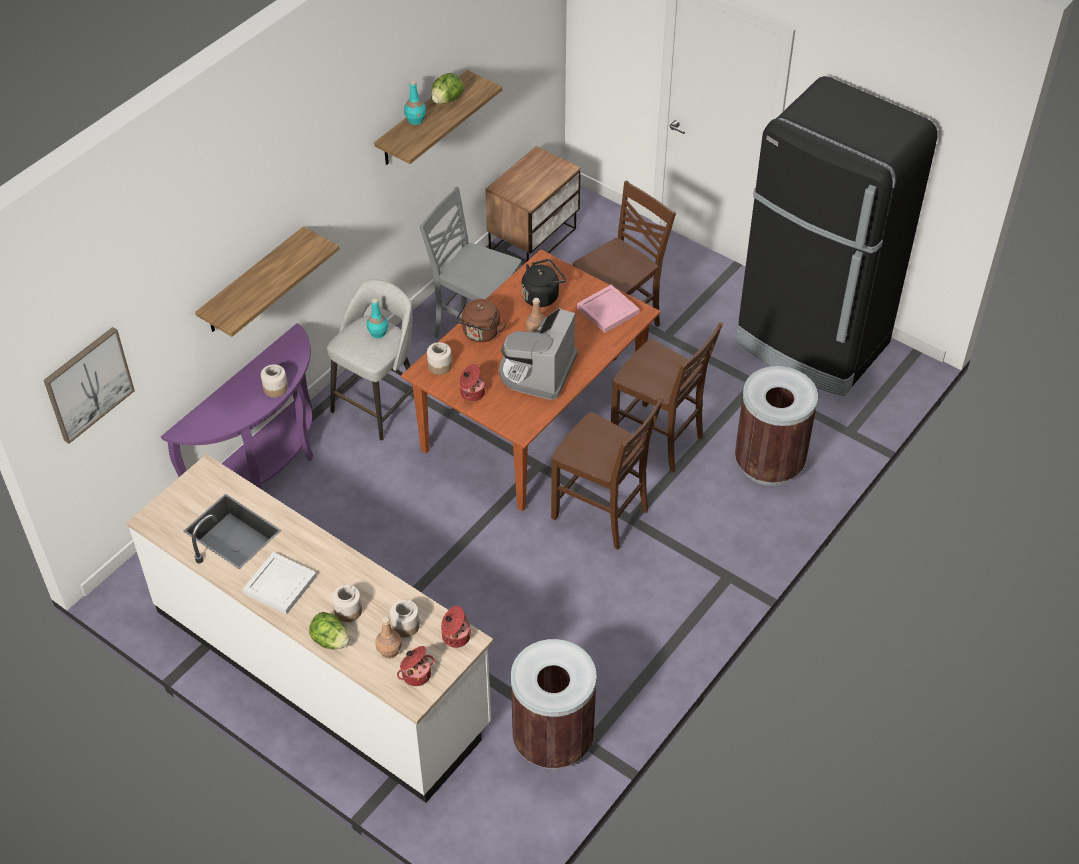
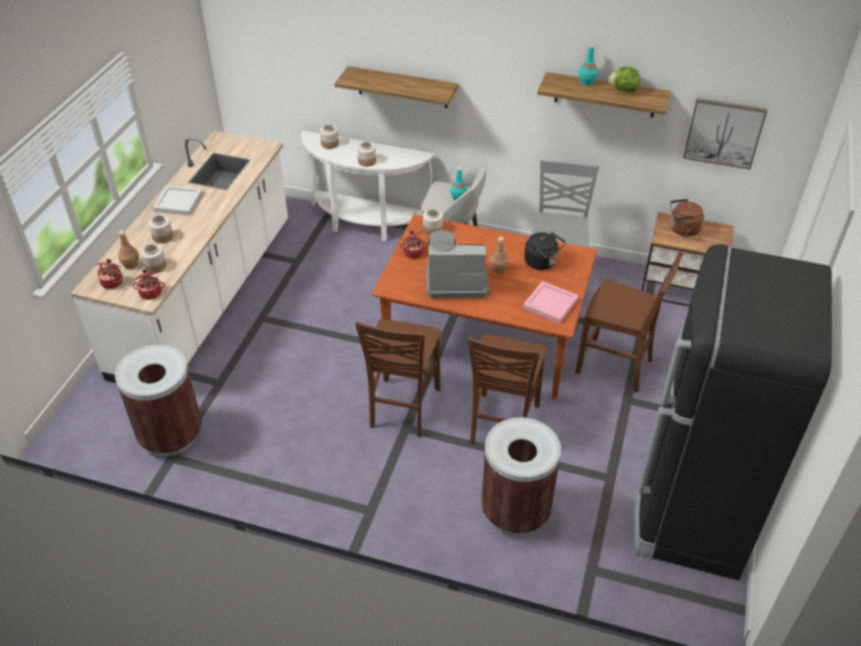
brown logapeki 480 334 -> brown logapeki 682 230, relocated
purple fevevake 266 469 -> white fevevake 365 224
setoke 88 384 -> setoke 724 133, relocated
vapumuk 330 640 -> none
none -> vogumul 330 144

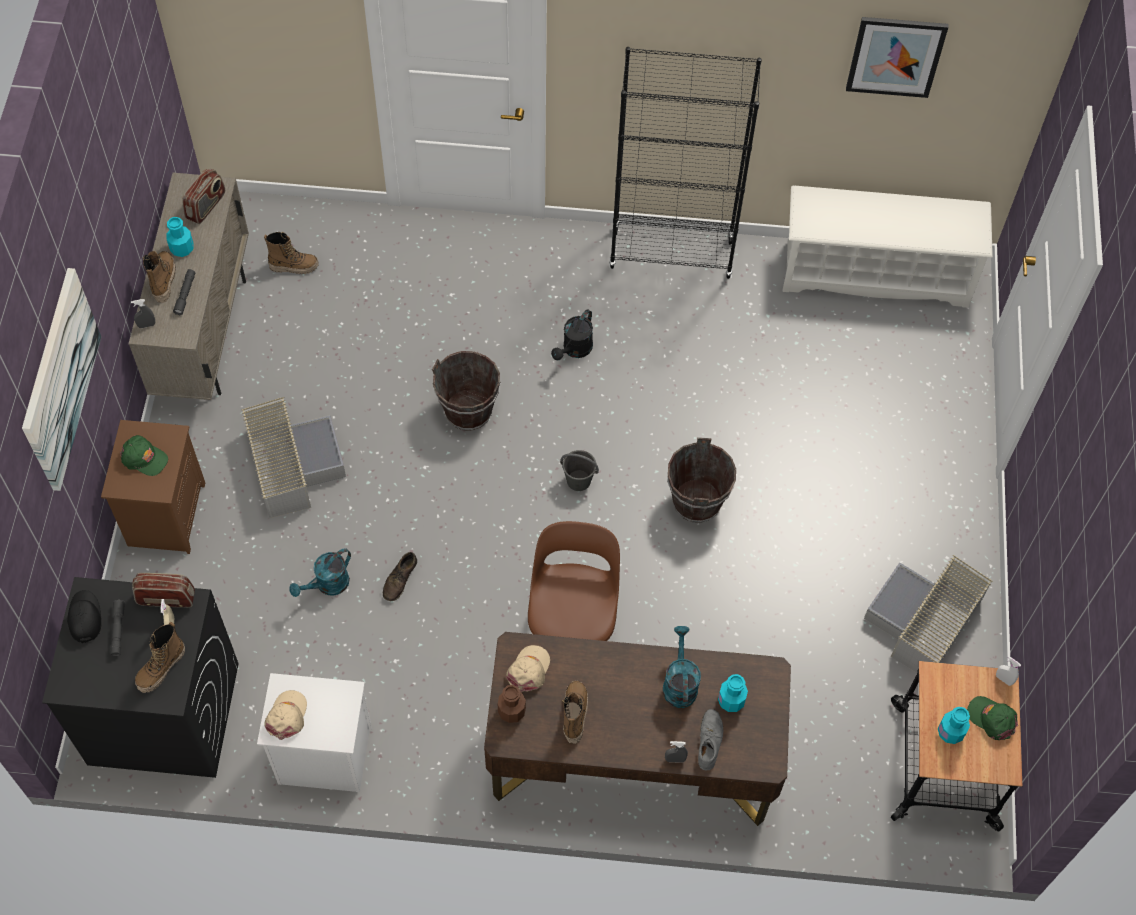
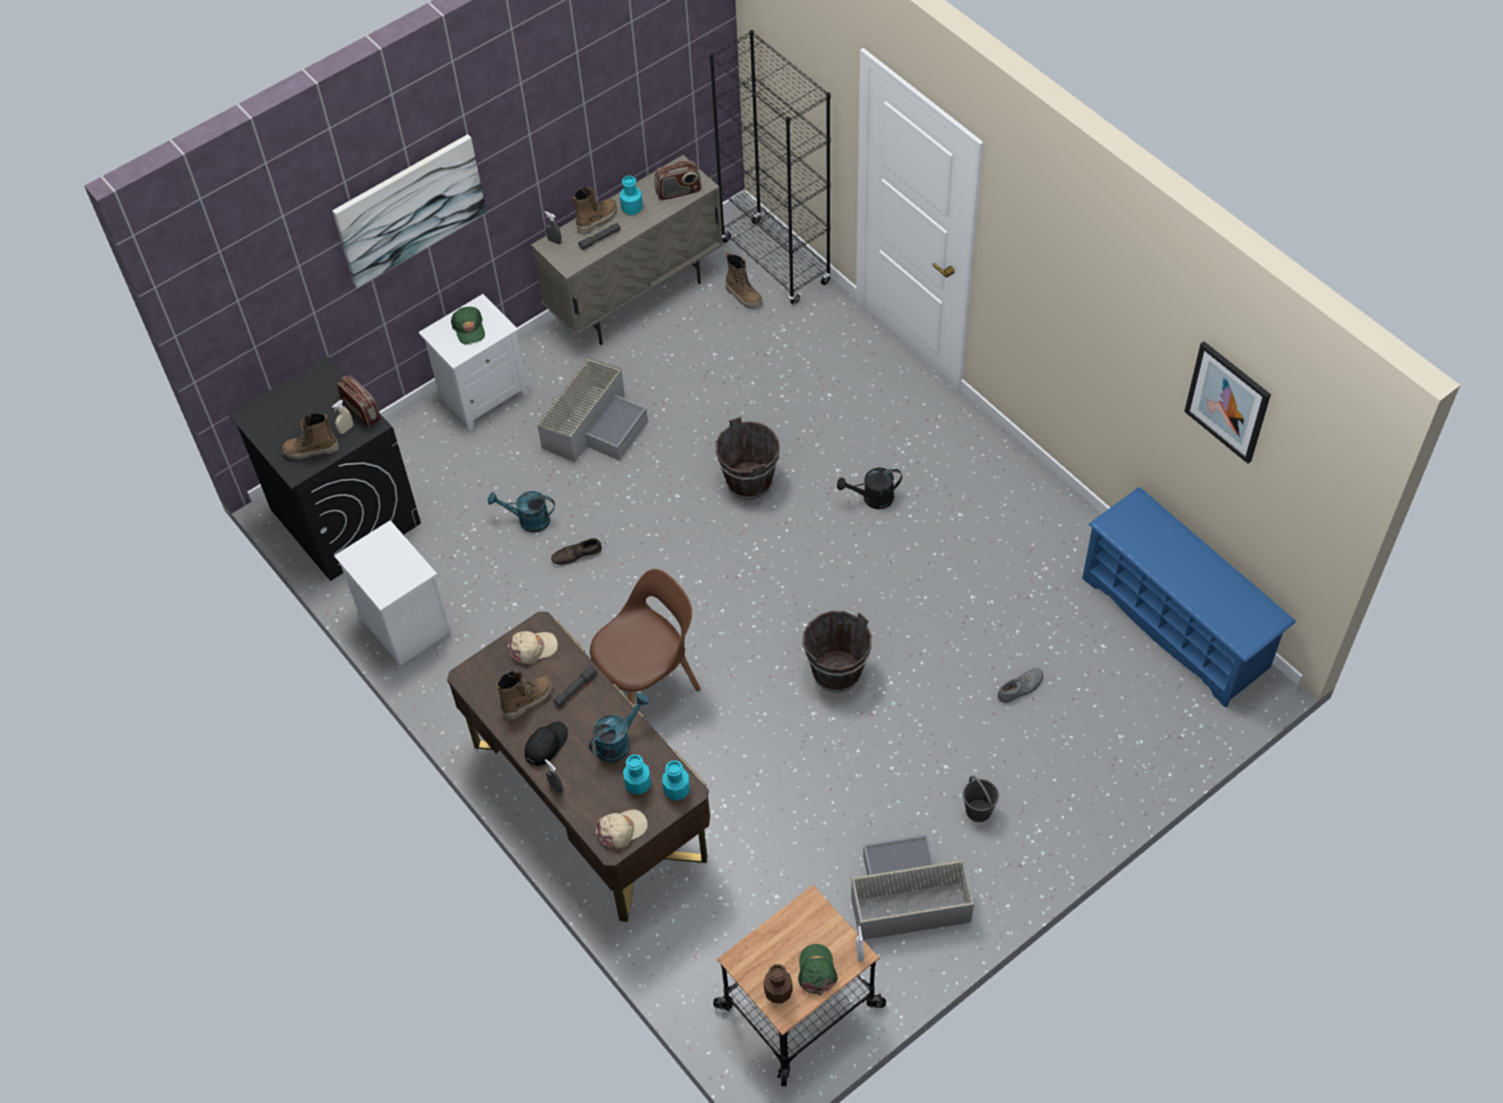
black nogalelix 671 254 -> black nogalelix 775 262, relocated
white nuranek 876 273 -> blue nuranek 1176 623
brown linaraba 165 513 -> white linaraba 483 394
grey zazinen 578 480 -> grey zazinen 978 810, relocated
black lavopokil 85 618 -> black lavopokil 546 745, relocated
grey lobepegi 118 630 -> grey lobepegi 575 689, relocated
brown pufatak 511 711 -> brown pufatak 778 991, relocated
beige lavopokil 287 716 -> beige lavopokil 622 830, relocated
turquoise pufatak 950 732 -> turquoise pufatak 677 790, relocated
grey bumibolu 709 741 -> grey bumibolu 1020 688, relocated

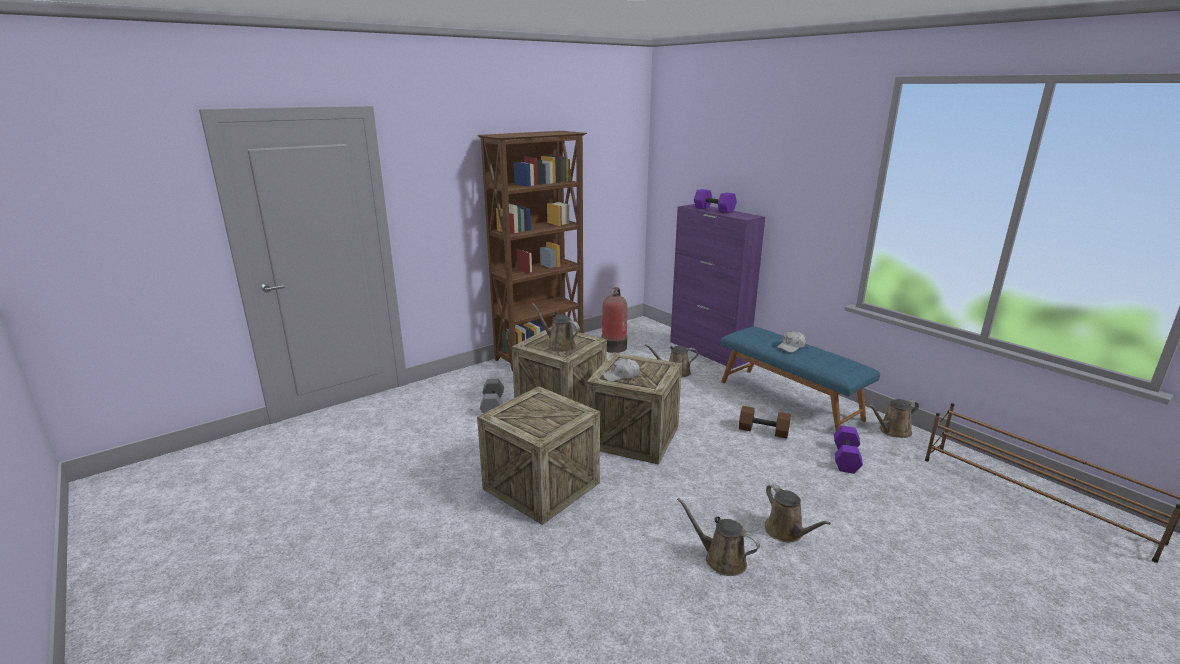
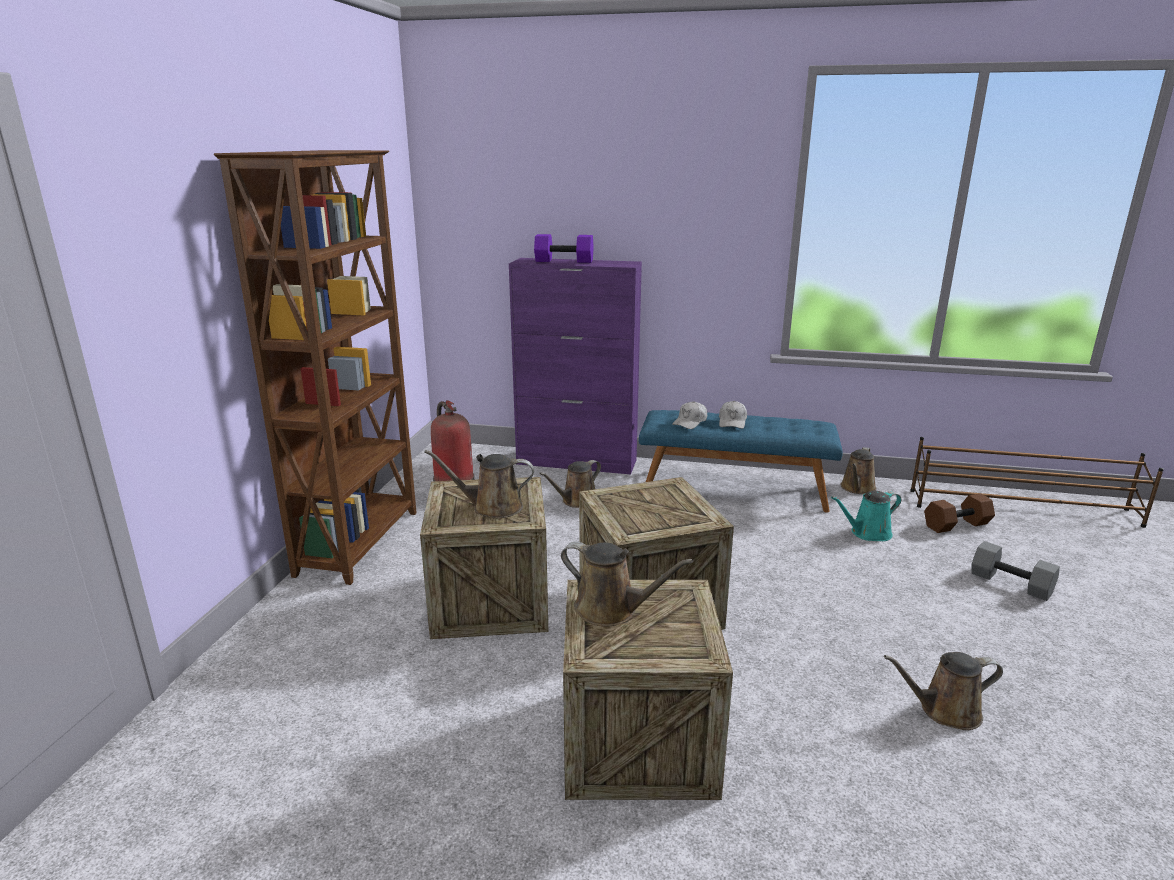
white lavopokil 621 376 -> white lavopokil 690 422, relocated
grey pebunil 493 406 -> grey pebunil 1012 583, relocated
brown pebunil 764 430 -> brown pebunil 956 524, relocated
purple pebunil 846 459 -> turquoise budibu 867 533
brown budibu 786 532 -> brown budibu 611 610, relocated

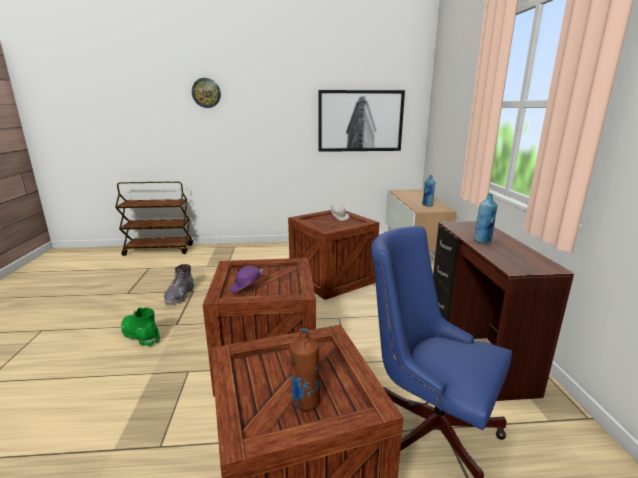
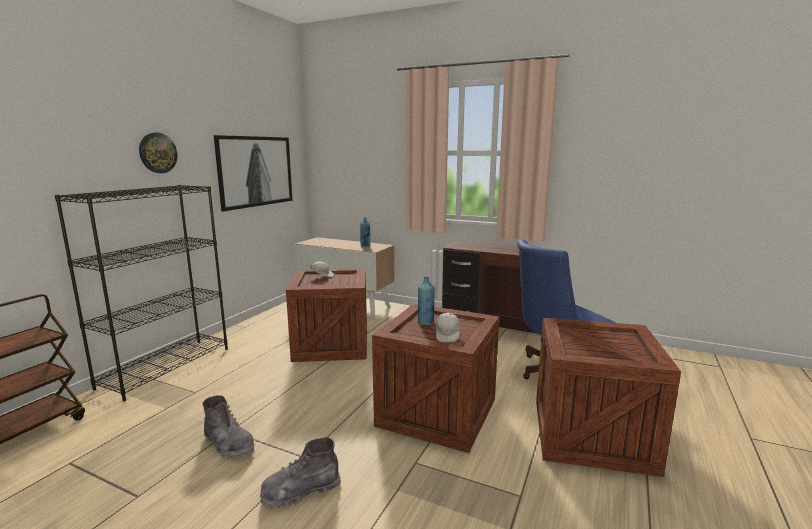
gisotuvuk 206 93 -> gisotuvuk 157 153, relocated
blue pufatak 482 241 -> blue pufatak 425 323, relocated
purple lavopokil 246 288 -> white lavopokil 447 335
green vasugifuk 141 336 -> grey vasugifuk 301 491
brown pufatak 305 401 -> none
none -> black nogalelix 166 367

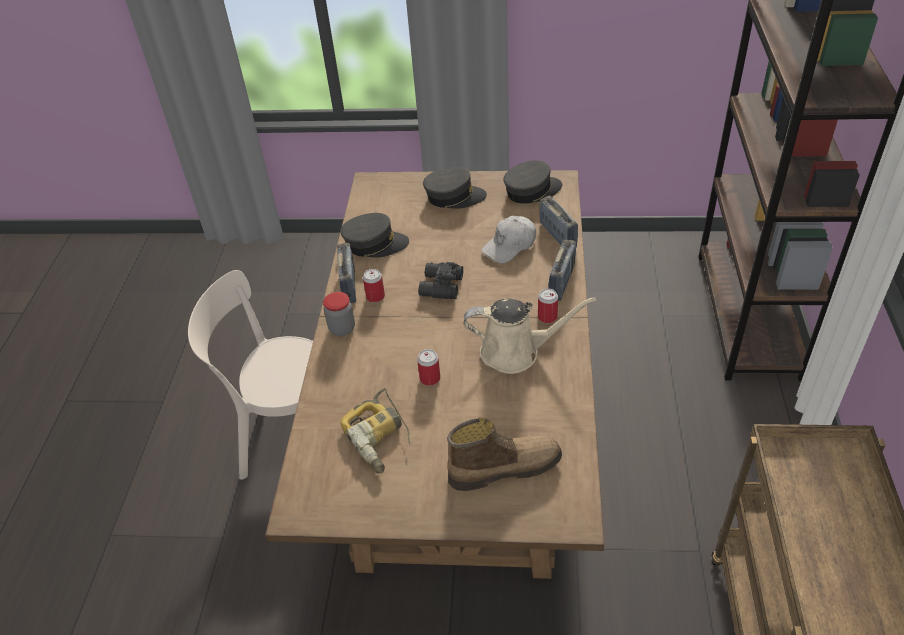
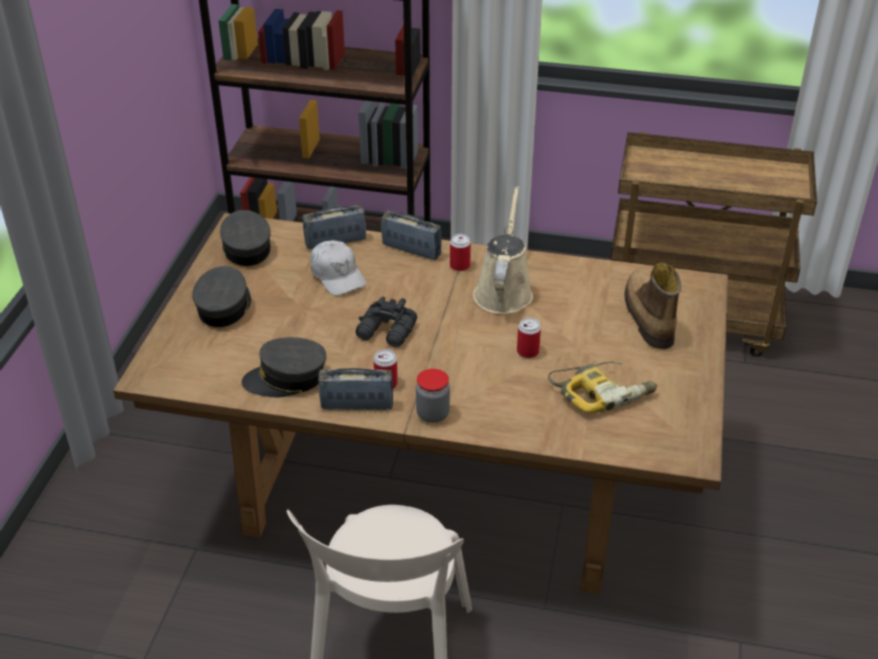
grey lavopokil 375 244 -> grey lavopokil 286 379, 105 degrees counterclockwise

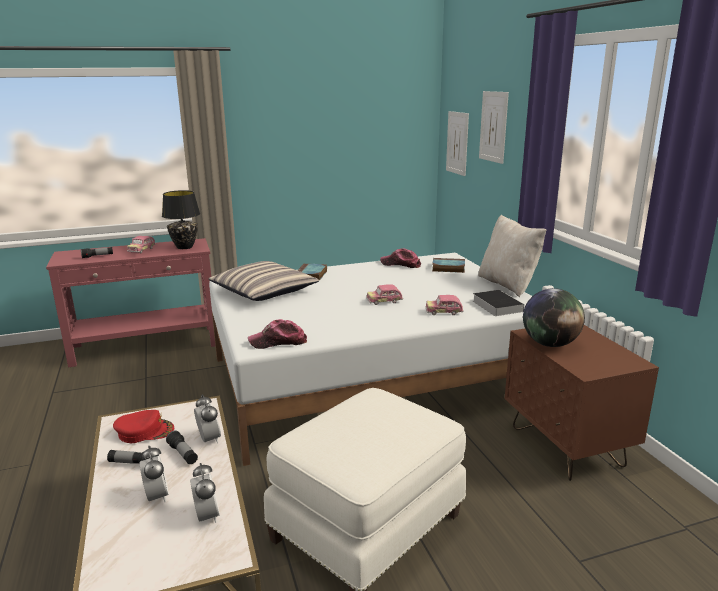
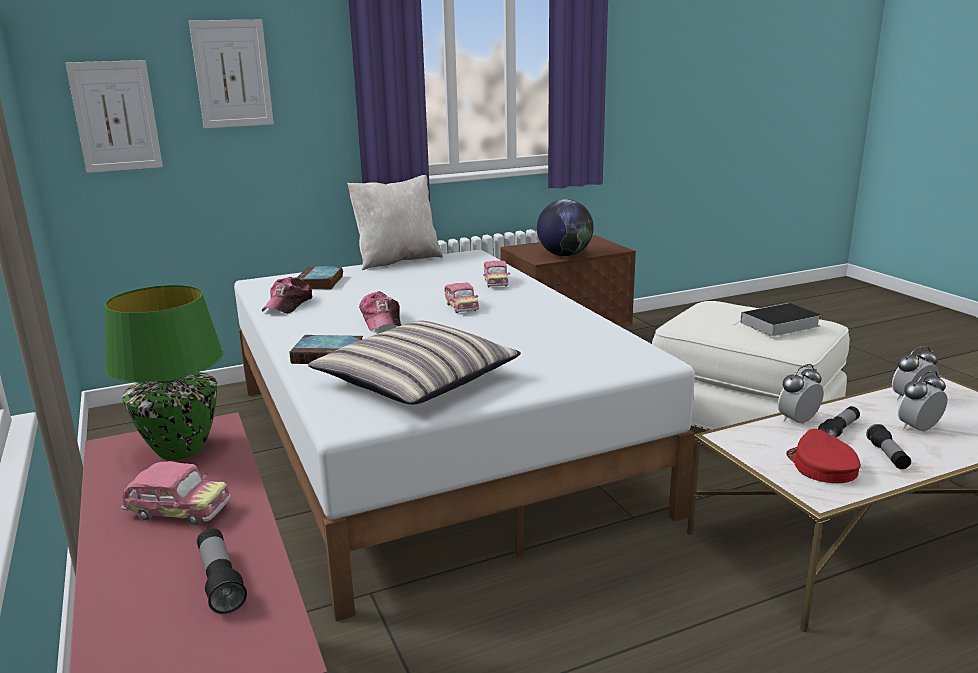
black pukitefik 185 247 -> green pukitefik 180 449
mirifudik 496 305 -> mirifudik 778 325, relocated
lavopokil 278 342 -> lavopokil 382 321, relocated

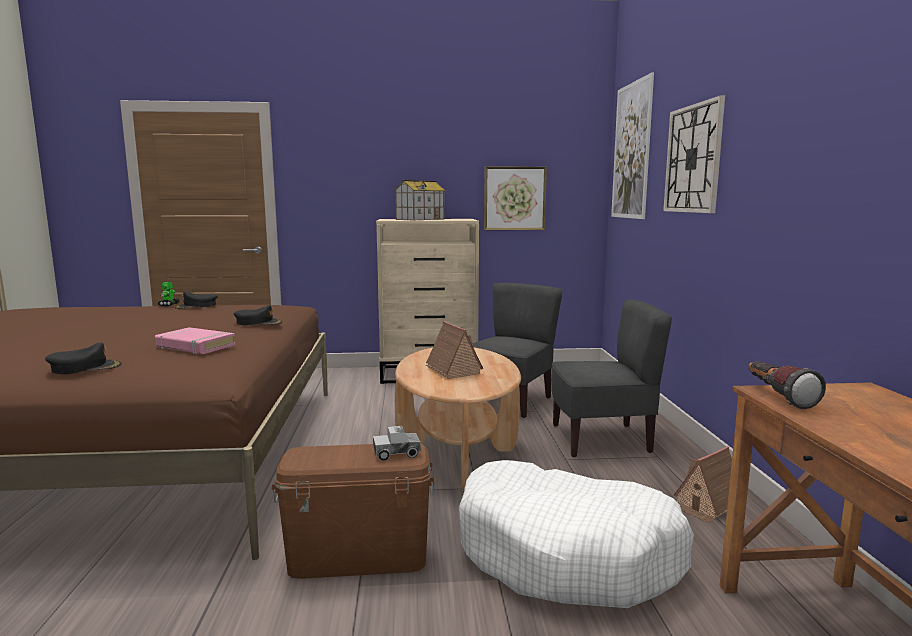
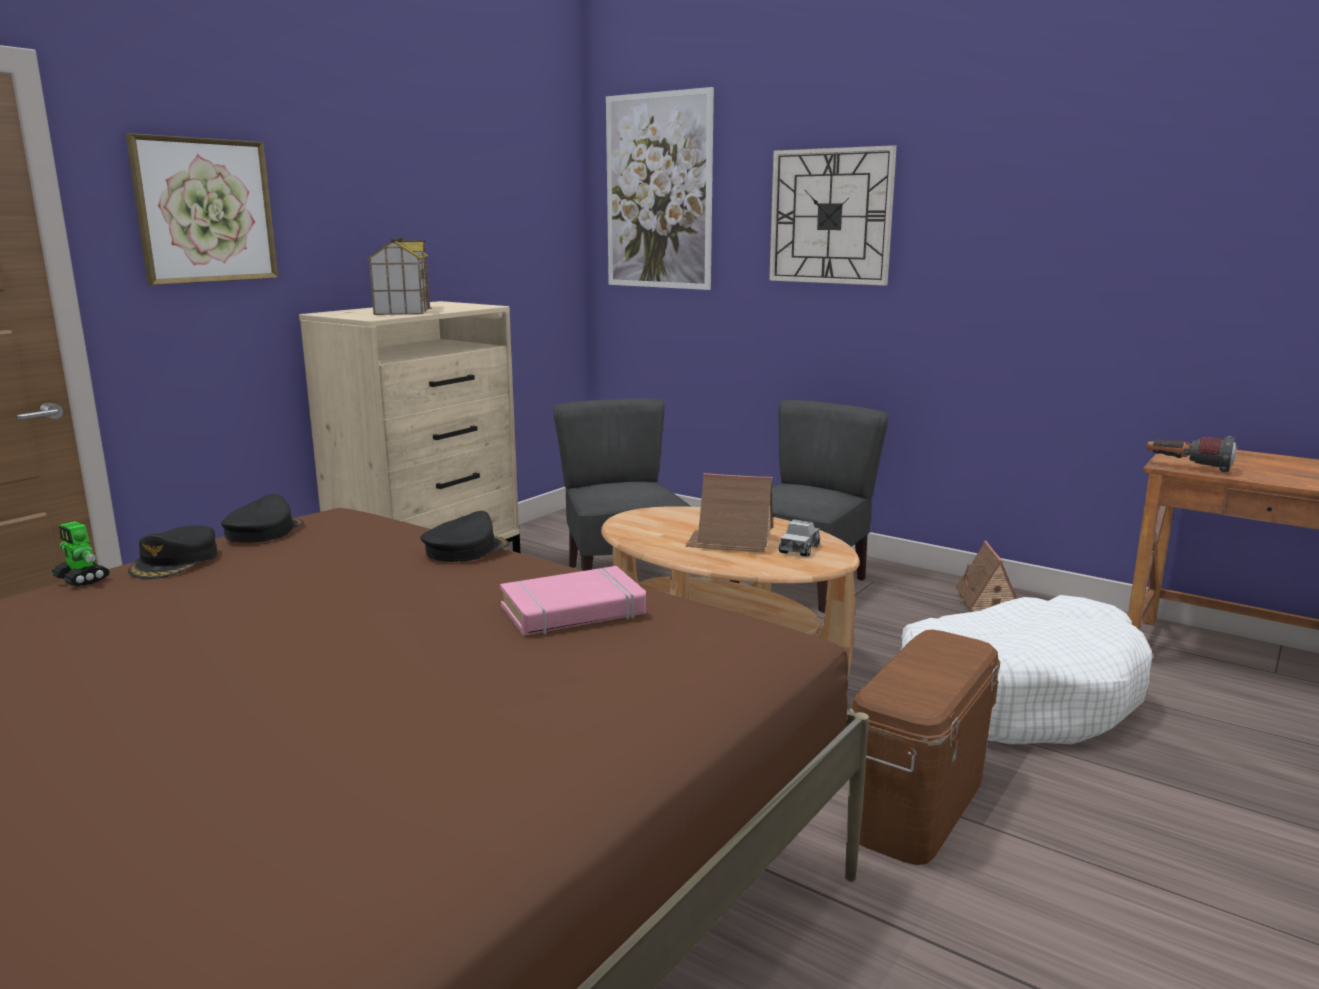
setoke 514 198 -> setoke 205 211, relocated
black lavopokil 85 367 -> black lavopokil 263 531, relocated
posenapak 397 453 -> posenapak 799 549, relocated

